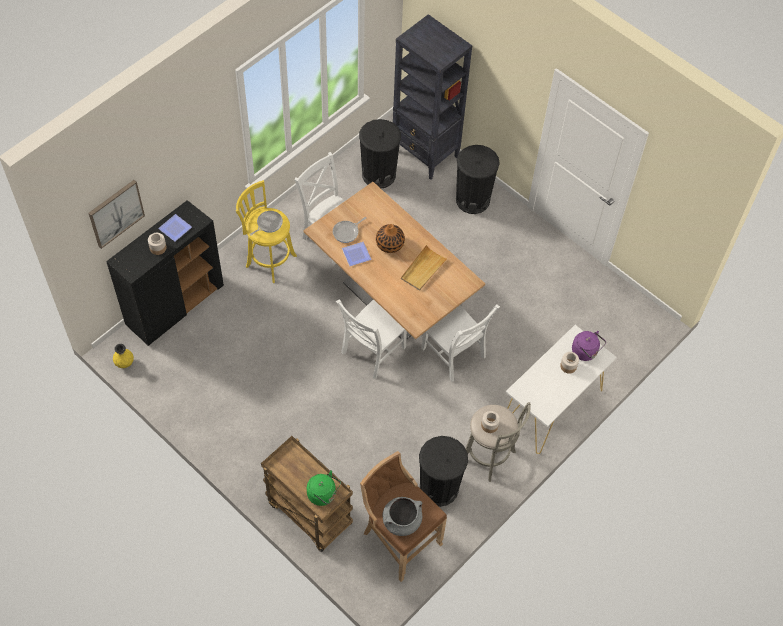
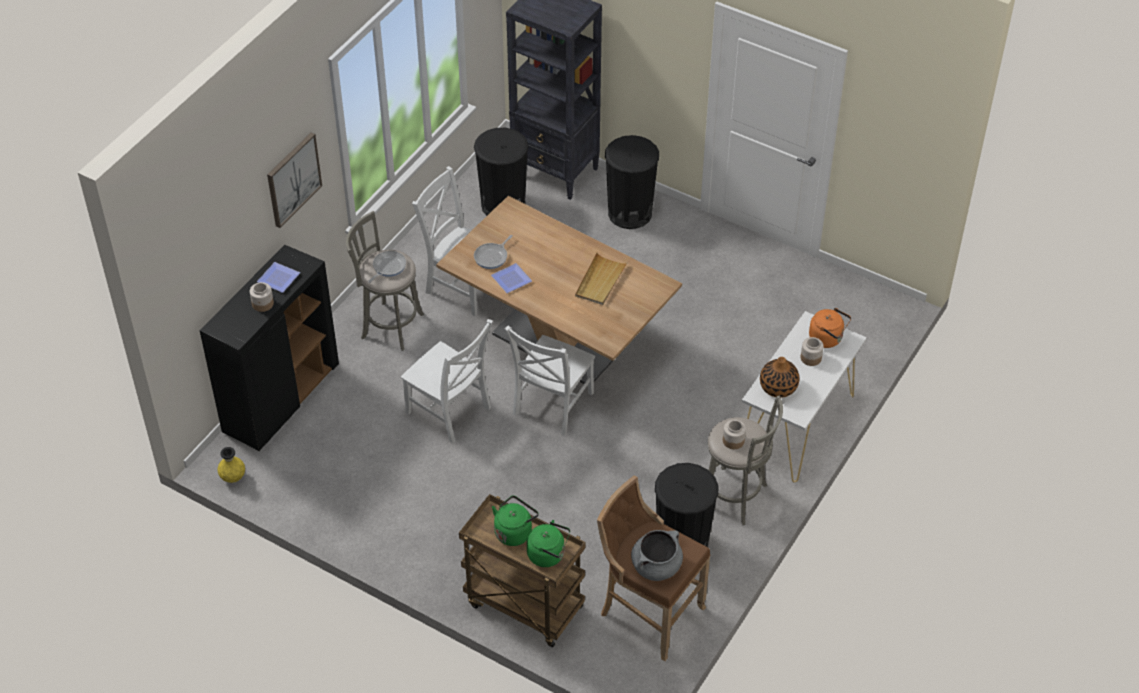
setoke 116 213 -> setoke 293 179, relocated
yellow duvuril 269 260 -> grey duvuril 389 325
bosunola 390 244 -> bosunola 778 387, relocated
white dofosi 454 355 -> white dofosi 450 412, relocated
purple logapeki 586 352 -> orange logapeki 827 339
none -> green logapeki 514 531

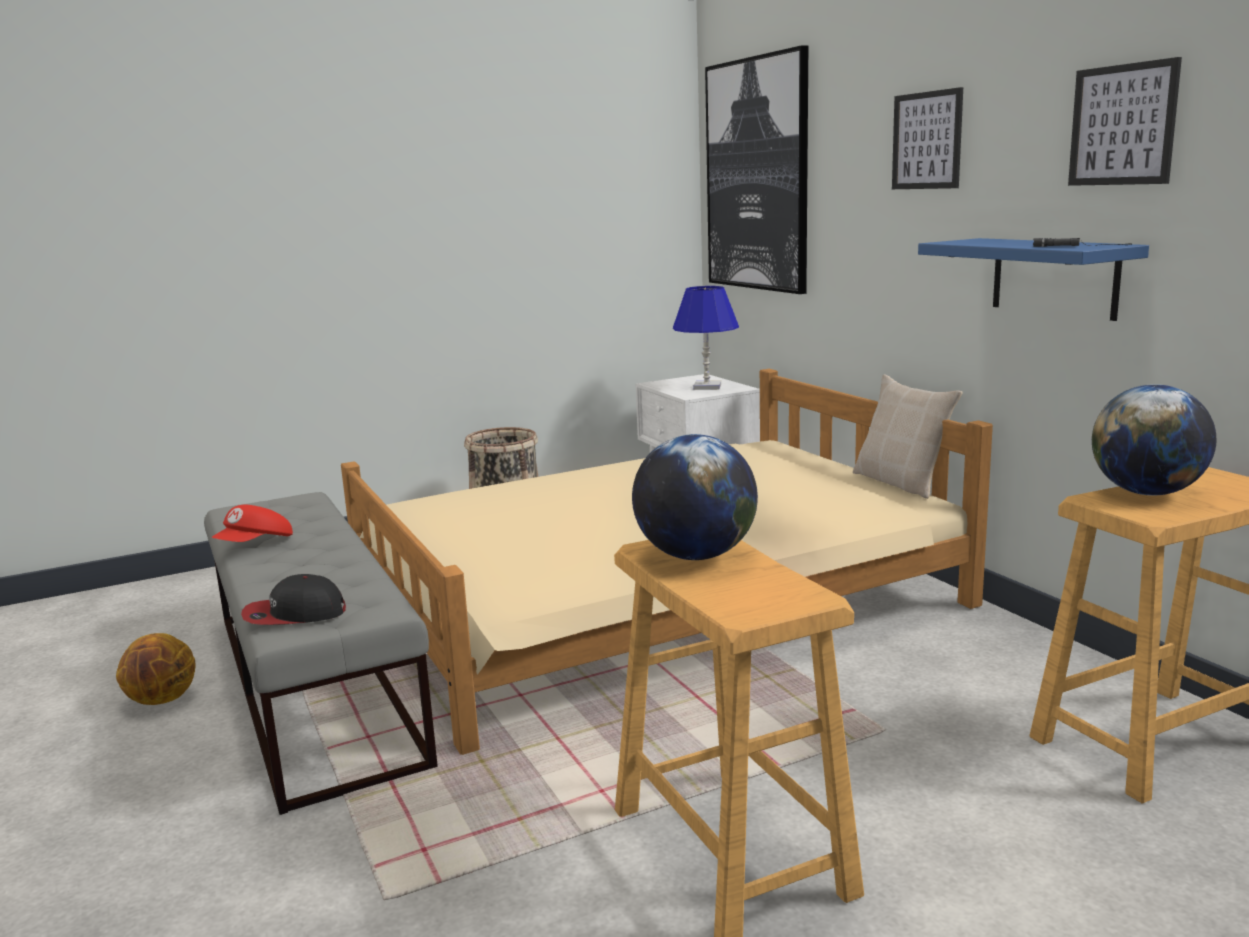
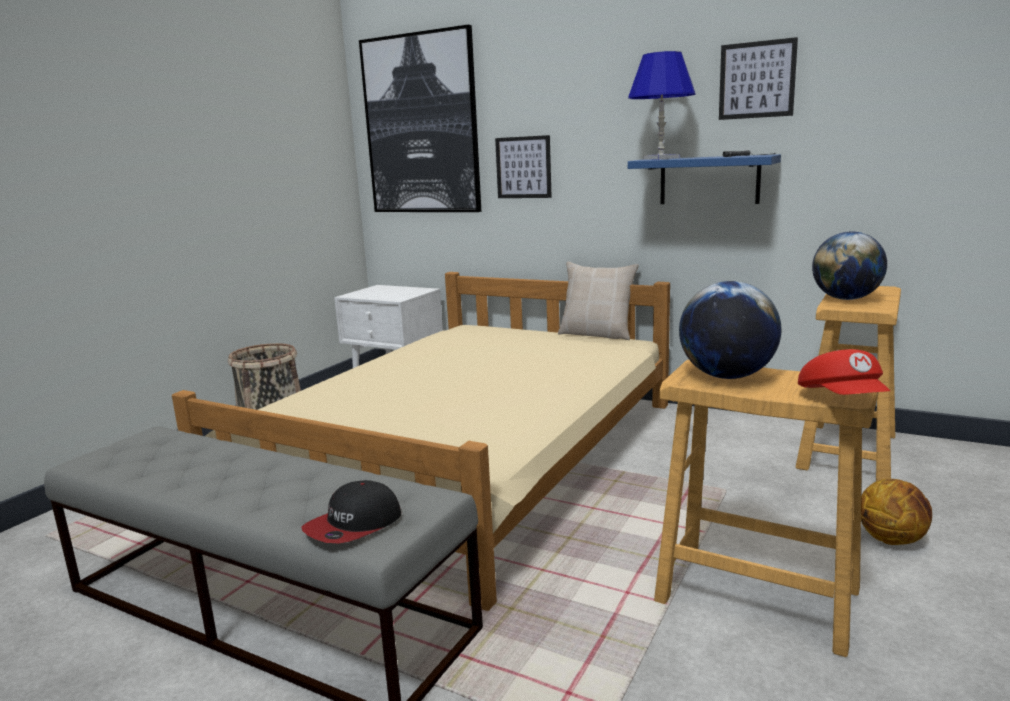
setoke 927 140 -> setoke 523 167, relocated
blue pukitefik 707 387 -> blue pukitefik 660 158, relocated
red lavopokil 256 545 -> red lavopokil 843 399, relocated
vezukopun 162 700 -> vezukopun 892 539, relocated

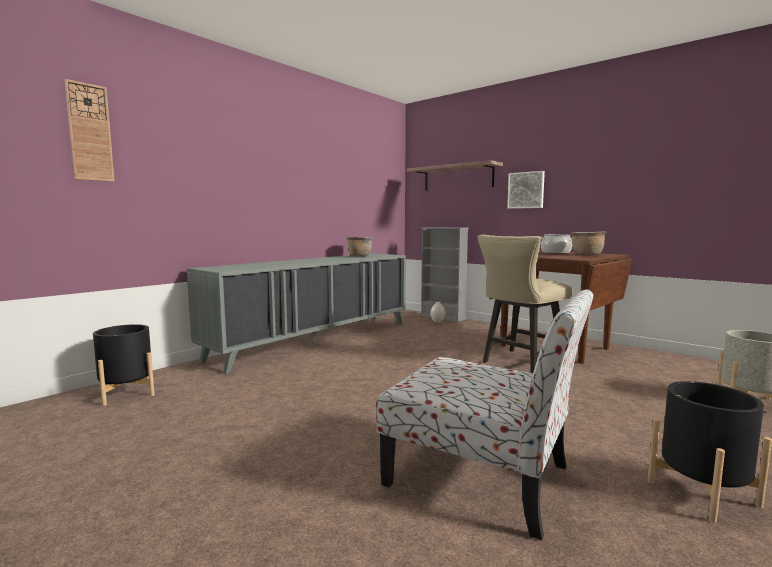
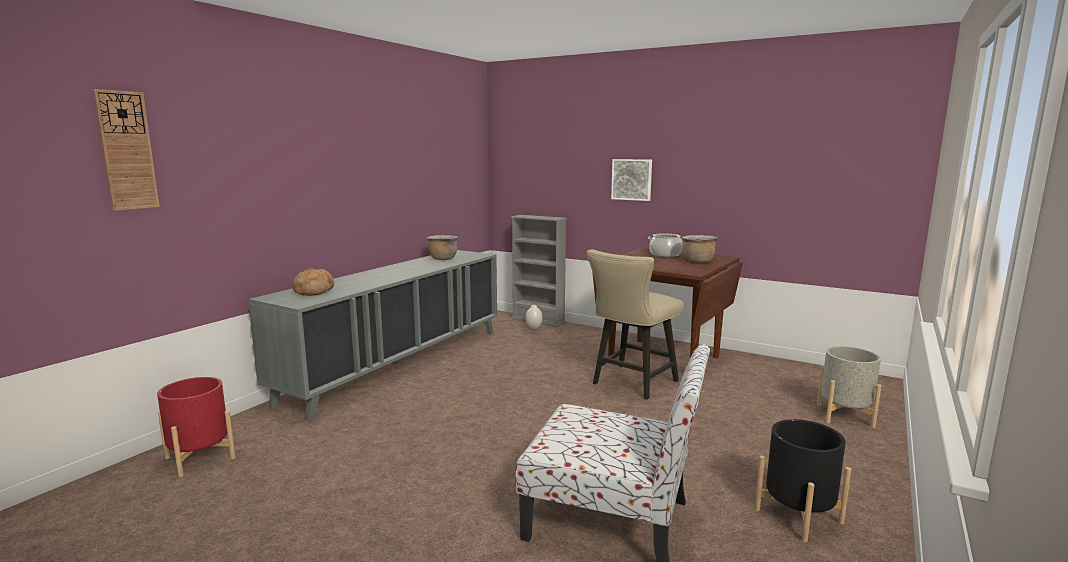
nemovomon 458 177 -> none
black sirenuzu 127 393 -> red sirenuzu 200 458
none -> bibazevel 313 291

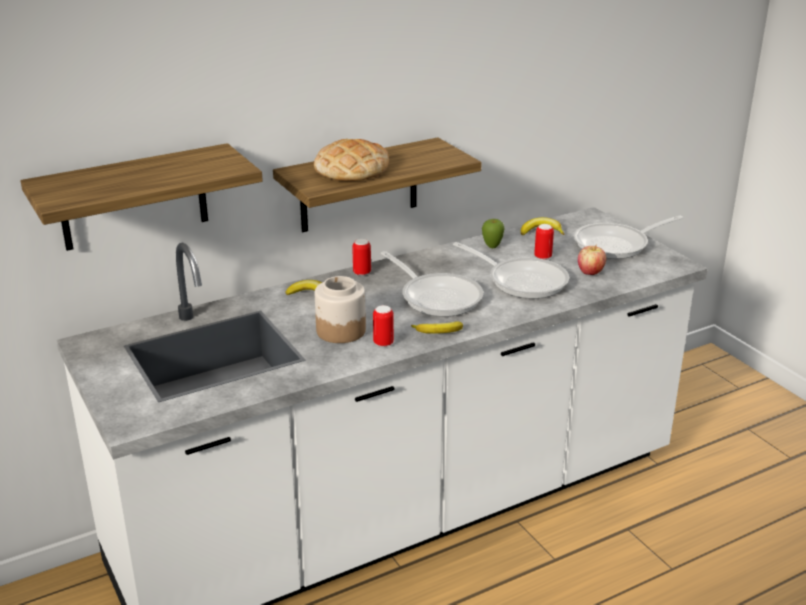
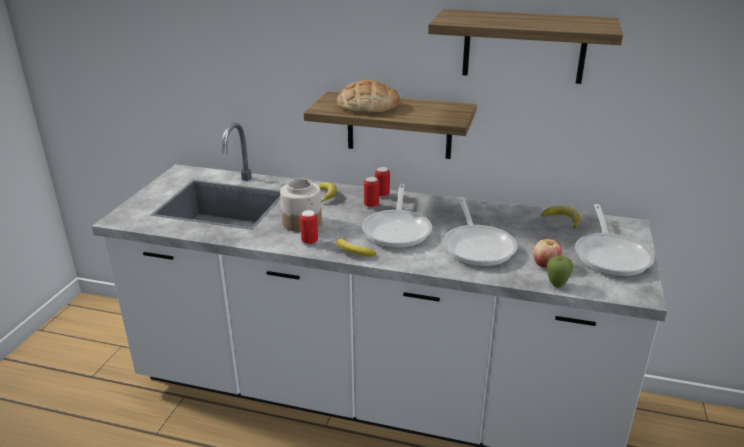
nemovomon 133 198 -> nemovomon 524 46, relocated
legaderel 617 245 -> legaderel 611 255, 105 degrees counterclockwise
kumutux 492 247 -> kumutux 557 285, relocated
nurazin 543 257 -> nurazin 371 205, relocated

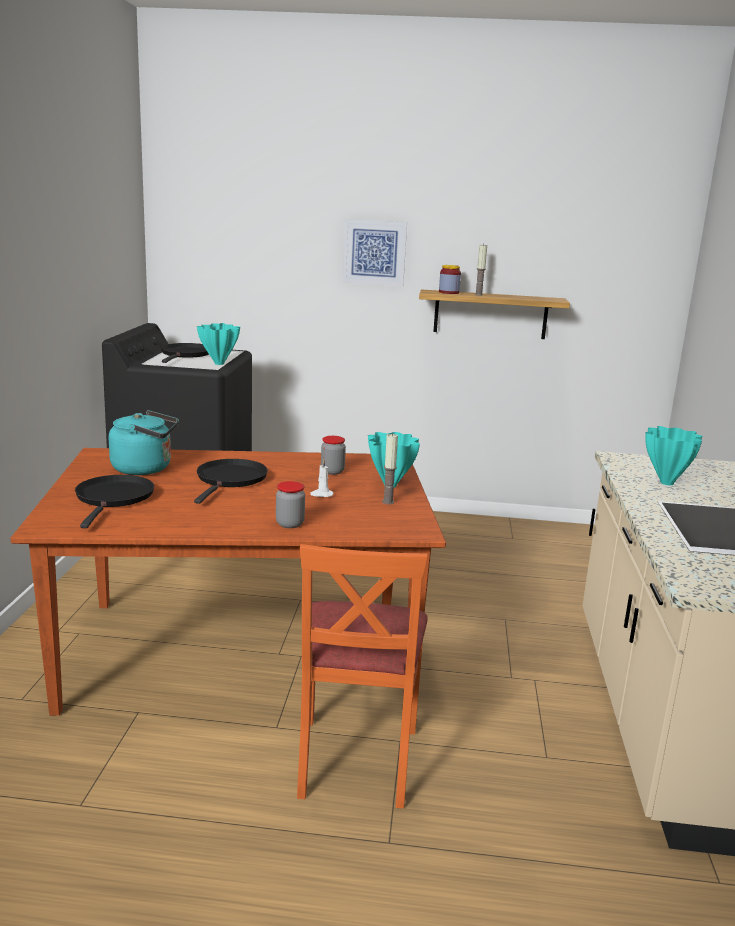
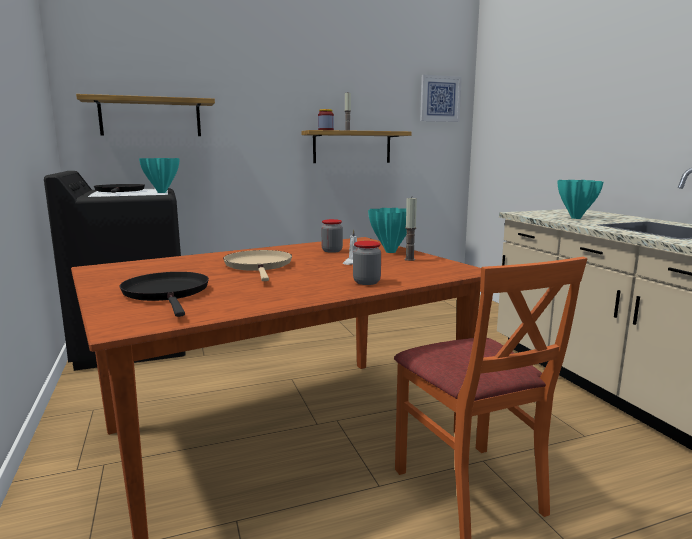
setoke 374 252 -> setoke 440 99, relocated
turquoise logapeki 146 469 -> none
black legaderel 230 479 -> beige legaderel 259 266
none -> nemovomon 150 117

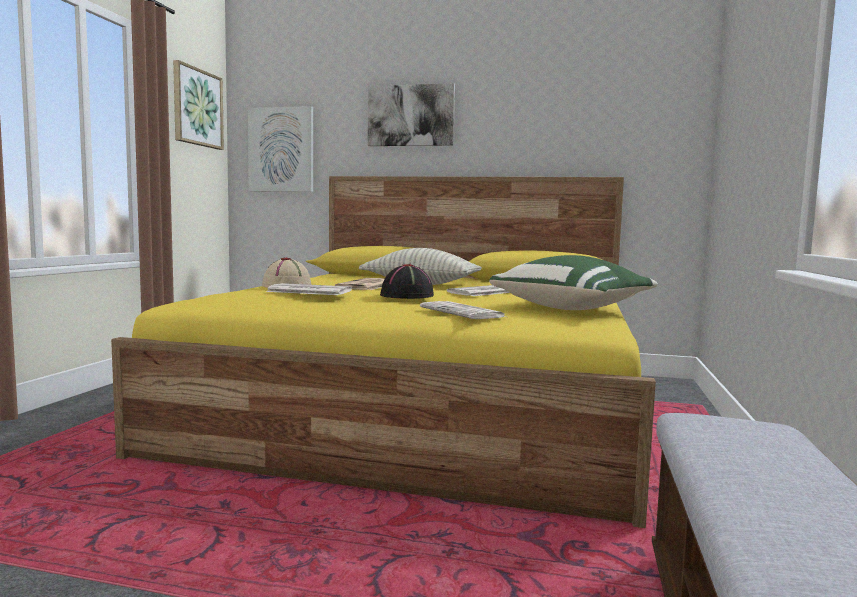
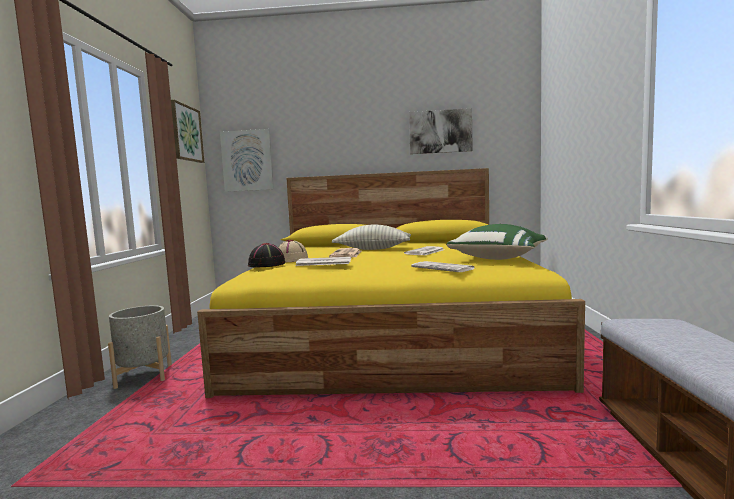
setoke 411 116 -> setoke 440 131, relocated
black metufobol 407 296 -> black metufobol 267 265, relocated
none -> grey sirenuzu 144 376

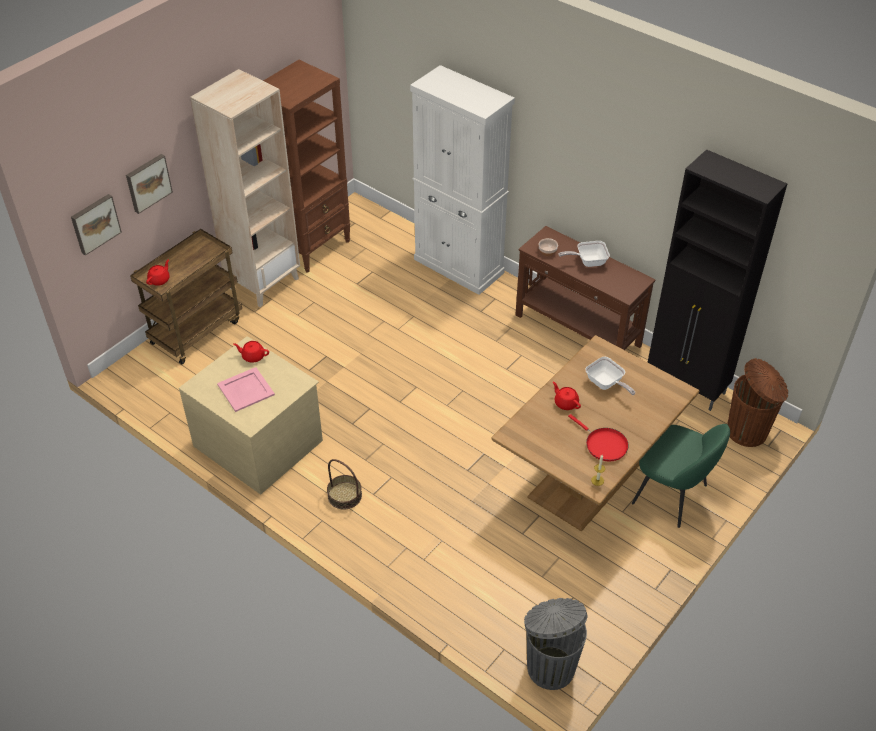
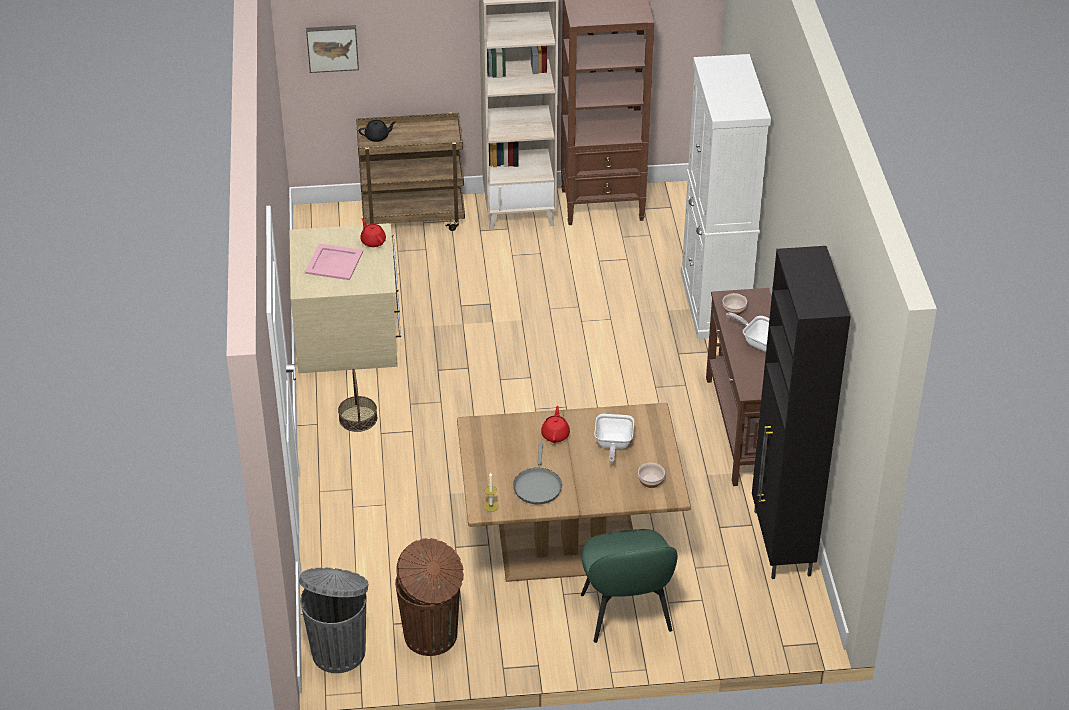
setoke 148 182 -> none
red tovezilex 159 280 -> black tovezilex 377 137
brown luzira 748 431 -> brown luzira 432 636, relocated
red legaderel 603 444 -> grey legaderel 537 486
none -> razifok 650 481

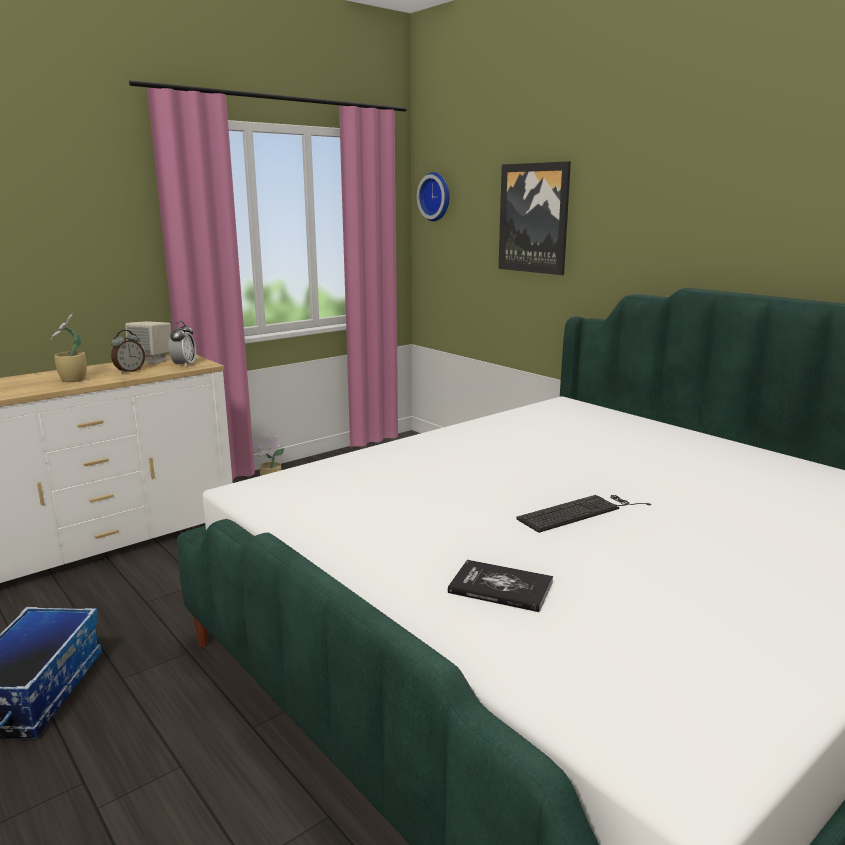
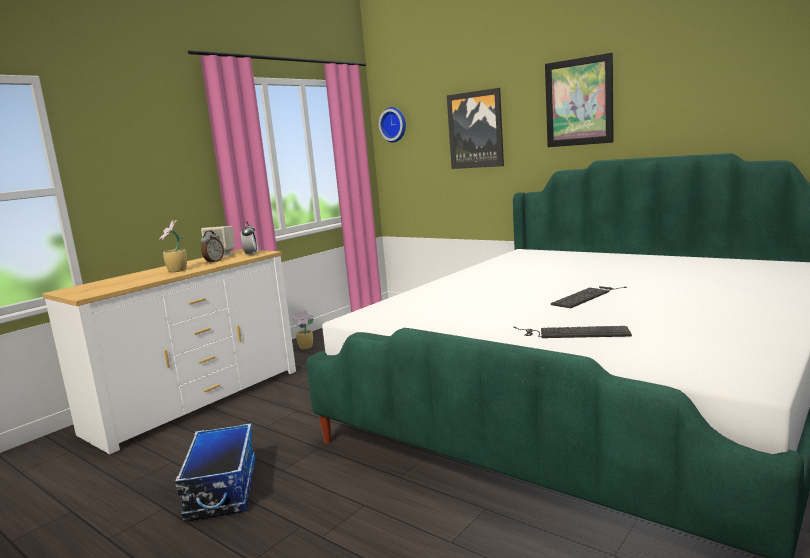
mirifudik 500 587 -> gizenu 572 333
none -> setoke 579 102

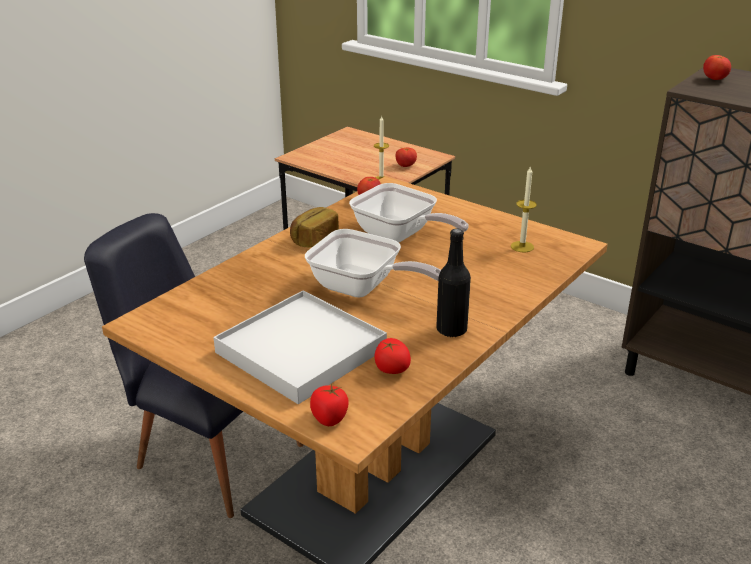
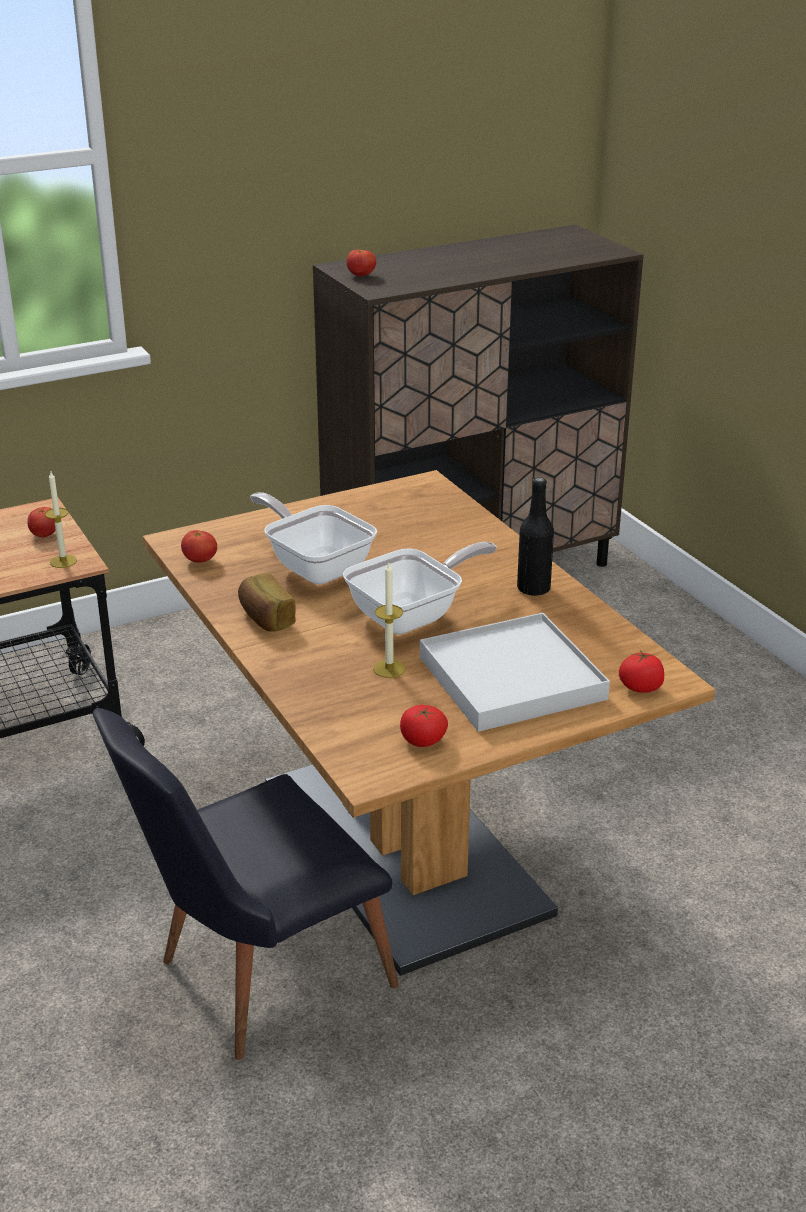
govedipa 522 246 -> govedipa 389 668, relocated
legaderel 399 236 -> legaderel 315 566, 105 degrees counterclockwise
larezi 391 369 -> larezi 423 741, relocated

